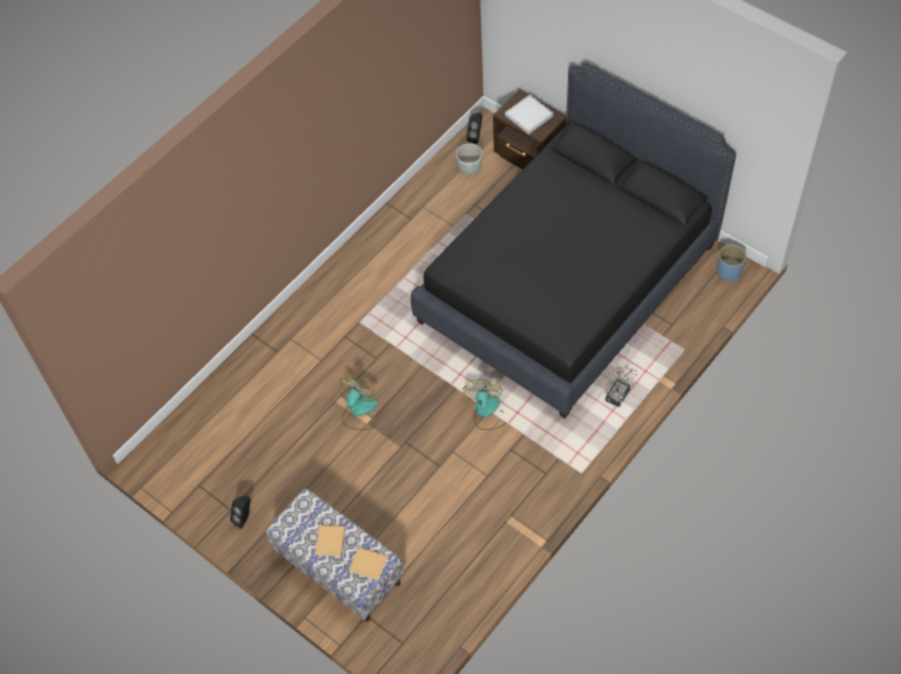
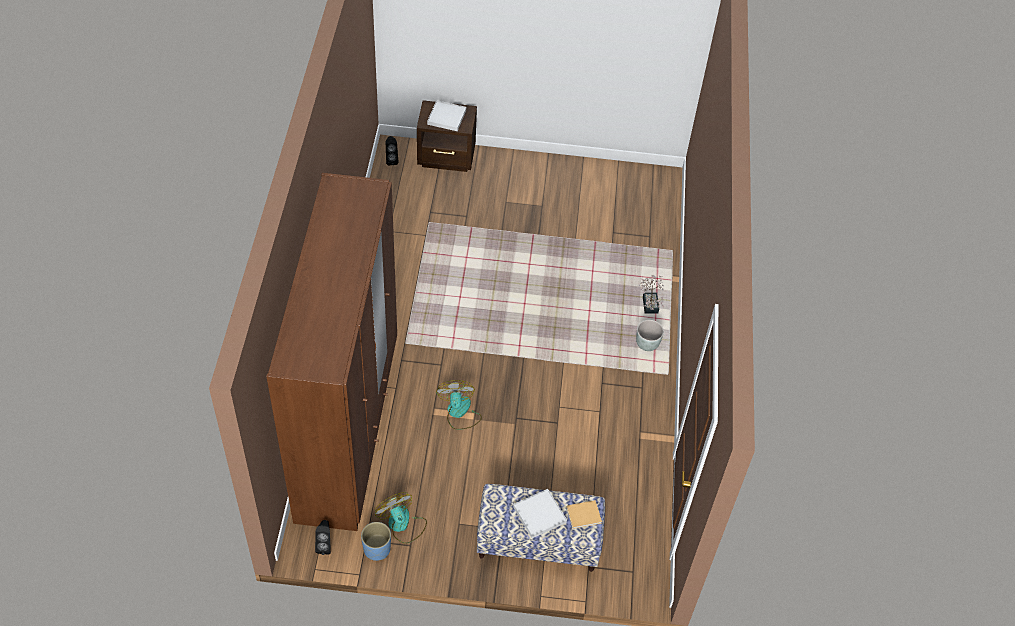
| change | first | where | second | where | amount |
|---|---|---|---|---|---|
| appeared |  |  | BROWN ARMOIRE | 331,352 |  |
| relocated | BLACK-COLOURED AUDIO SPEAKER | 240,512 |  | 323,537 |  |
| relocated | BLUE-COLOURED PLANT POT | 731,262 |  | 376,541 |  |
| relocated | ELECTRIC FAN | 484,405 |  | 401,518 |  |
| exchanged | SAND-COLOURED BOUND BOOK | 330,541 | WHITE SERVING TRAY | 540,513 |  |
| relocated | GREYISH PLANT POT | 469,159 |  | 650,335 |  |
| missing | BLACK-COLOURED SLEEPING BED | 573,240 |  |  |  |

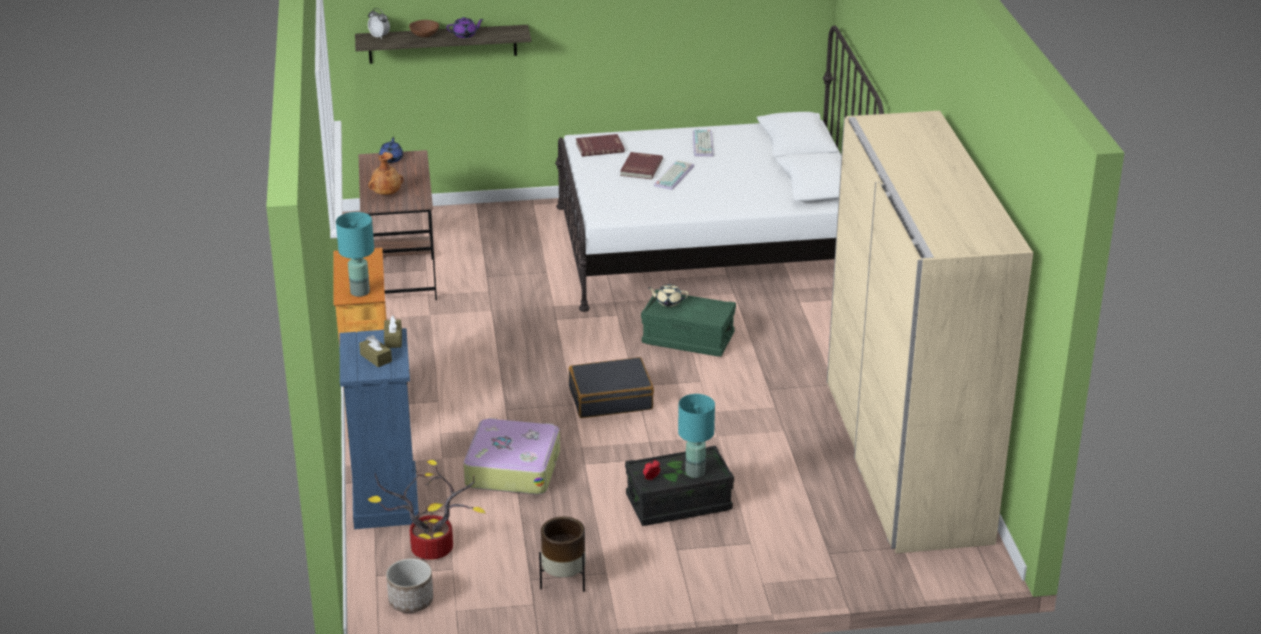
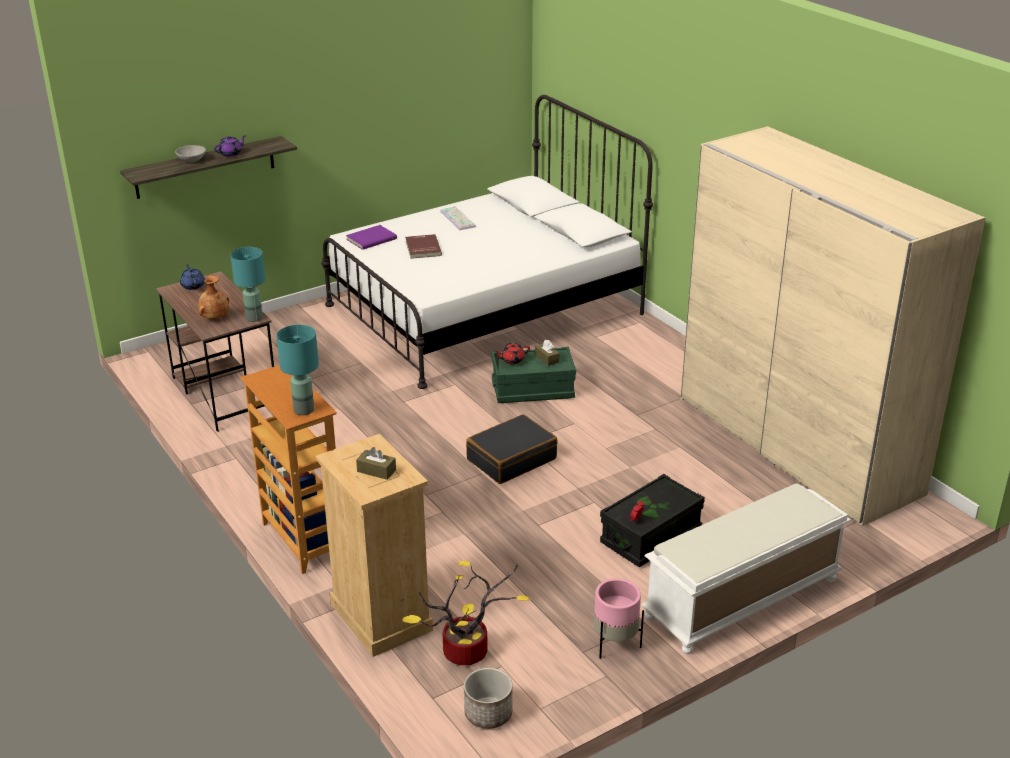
| change | first | where | second | where | amount |
|---|---|---|---|---|---|
| colour | BROWN SERVING BOWL | 424,29 | GREYISH SERVING BOWL | 190,153 |  |
| relocated | TURQUOISE TABLETOP LAMP | 696,436 |  | 248,284 |  |
| colour | BLUE-COLOURED CHEST OF DRAWERS | 379,428 | SAND-COLOURED CHEST OF DRAWERS | 374,545 |  |
| colour | REDDISH BOUND BOOK | 600,145 | PURPLISH BOUND BOOK | 371,237 |  |
| colour | SAND-COLOURED TEAPOT | 668,295 | REDDISH TEAPOT | 512,353 |  |
| relocated | BROWN TISSUE BOX | 393,331 |  | 547,353 |  |
| colour | BROWN PLANT POT | 562,554 | PINK PLANT POT | 619,618 |  |
| appeared |  |  | WHITE INDOOR BENCH | 746,569 |  |
| missing | ALARM CLOCK | 379,23 |  |  |  |
| missing | SUITCASE | 512,456 |  |  |  |
| missing | PC KEYBOARD | 674,175 |  |  |  |

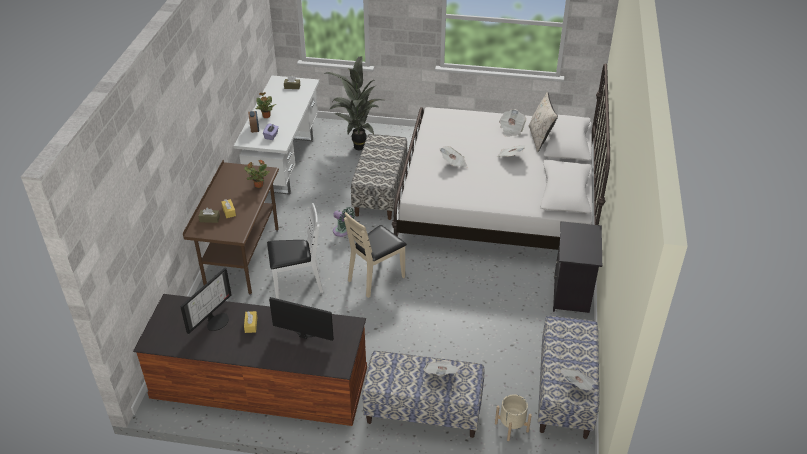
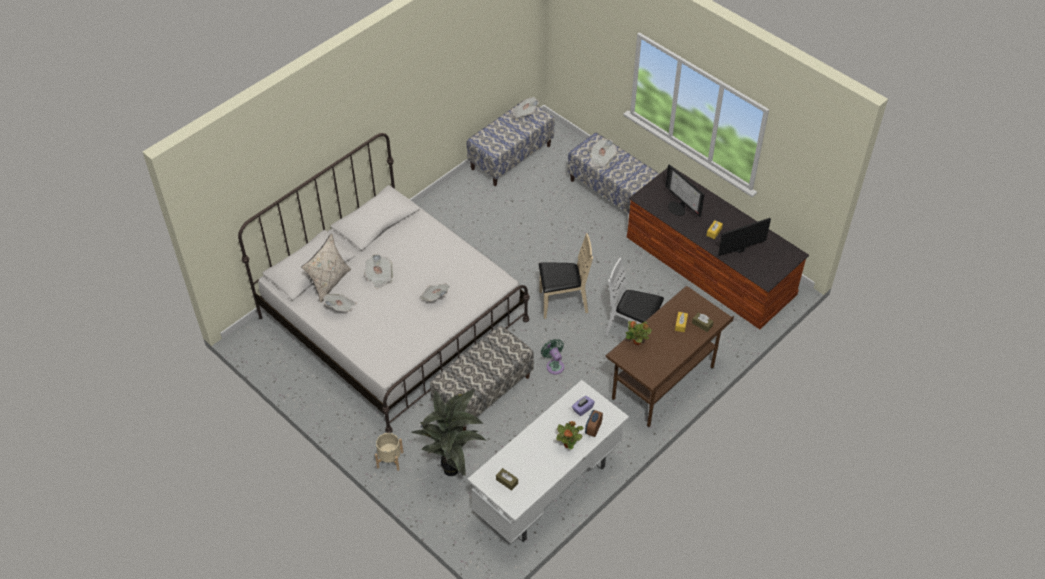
| change | first | where | second | where | amount |
|---|---|---|---|---|---|
| relocated | SAND-COLOURED PLANT POT | 513,417 |  | 389,452 |  |
| missing | BLACK-COLOURED BEDSIDE TABLE | 577,267 |  |  |  |

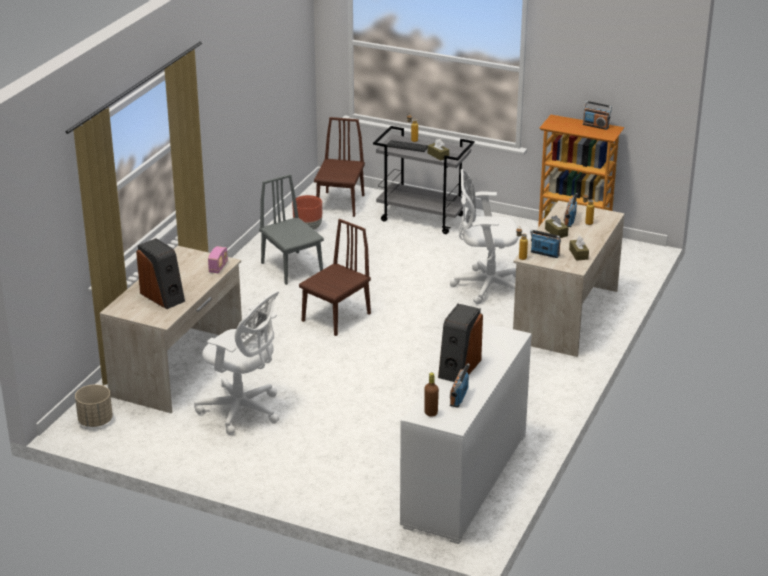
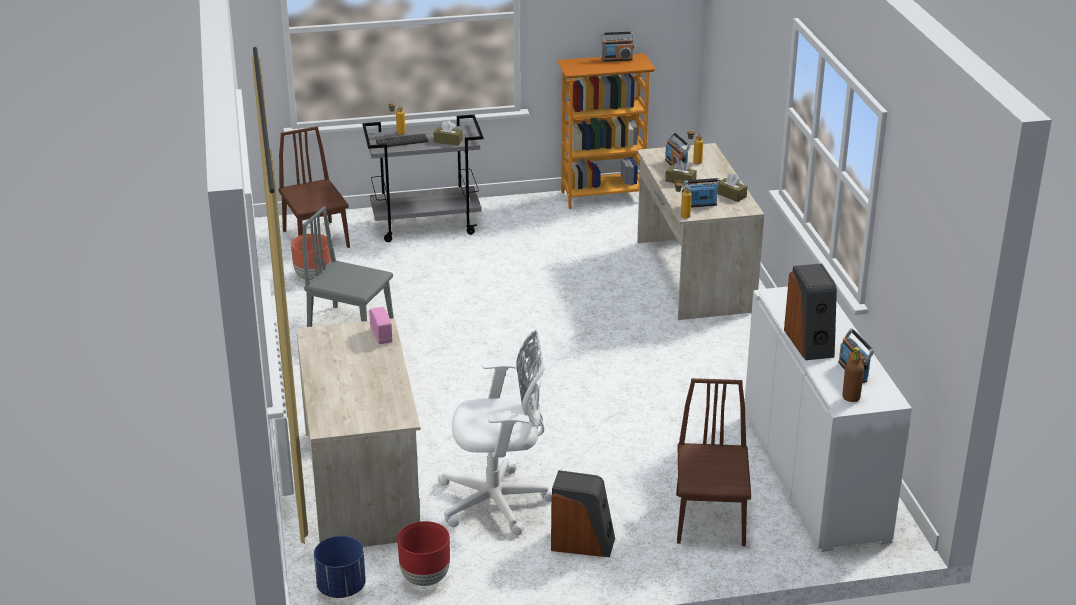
| change | first | where | second | where | amount |
|---|---|---|---|---|---|
| colour | SAND-COLOURED PLANT POT | 94,405 | BLUE-COLOURED PLANT POT | 340,567 |  |
| appeared |  |  | REDDISH PLANT POT | 423,553 |  |
| relocated | AUDIO SPEAKER | 160,273 |  | 583,513 |  |
| relocated | BROWN UPRIGHT CHAIR | 335,277 |  | 713,462 |  |
| missing | WHITE DESK CHAIR | 484,237 |  |  |  |

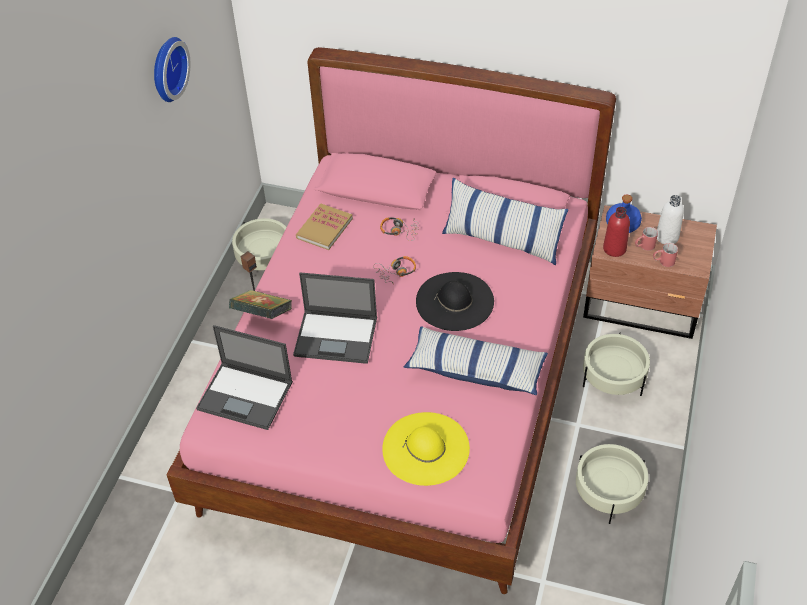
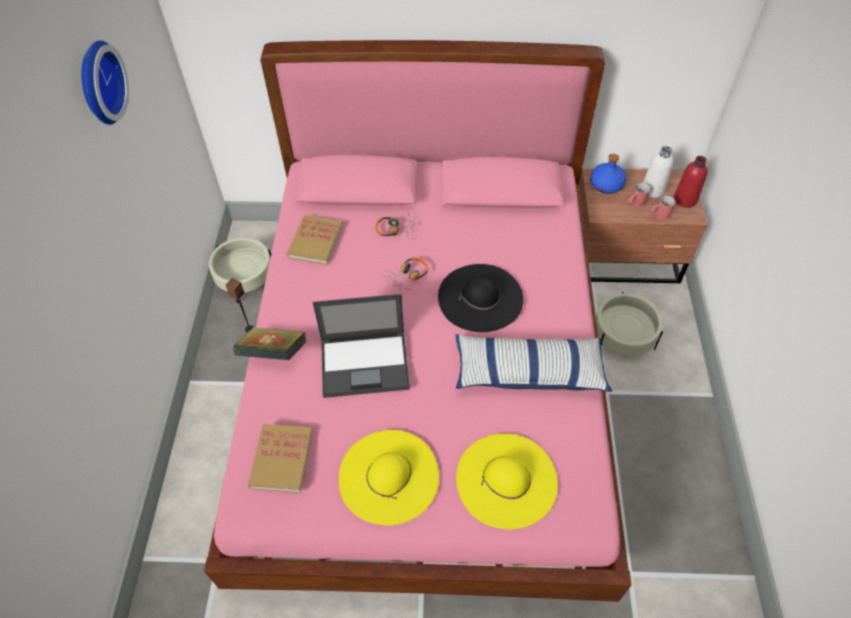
| change | first | where | second | where | amount |
|---|---|---|---|---|---|
| exchanged | NOTEBOOK COMPUTER | 244,377 | BOUND BOOK | 280,458 |  |
| appeared |  |  | YELLOW HAT | 389,477 |  |
| relocated | REDDISH BOTTLE | 616,232 |  | 691,182 |  |
| missing | PILLOW | 505,221 |  |  |  |
| missing | SAND-COLOURED PLANT POT | 612,484 |  |  |  |

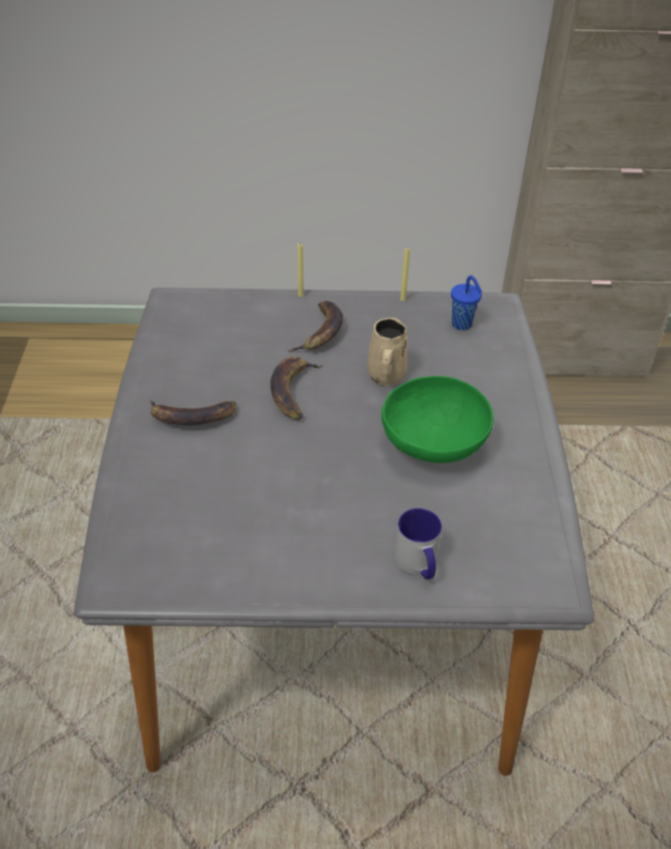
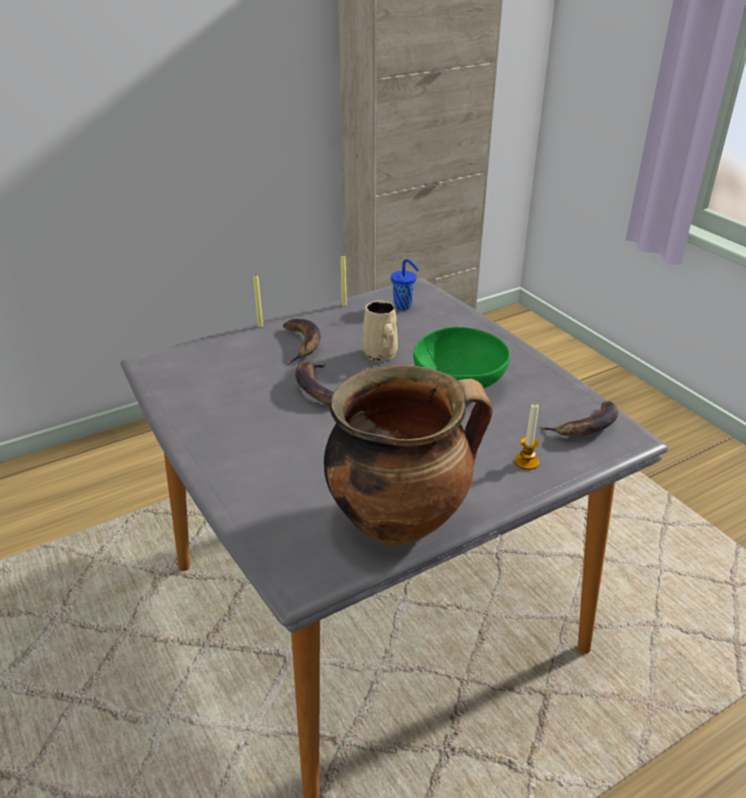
| change | first | where | second | where | amount |
|---|---|---|---|---|---|
| appeared |  |  | SAUCEPOT | 408,455 |  |
| exchanged | COFFEE MUG | 418,543 | WAX LIGHT | 527,437 |  |
| relocated | BANANA FRUIT | 193,412 |  | 578,418 |  |

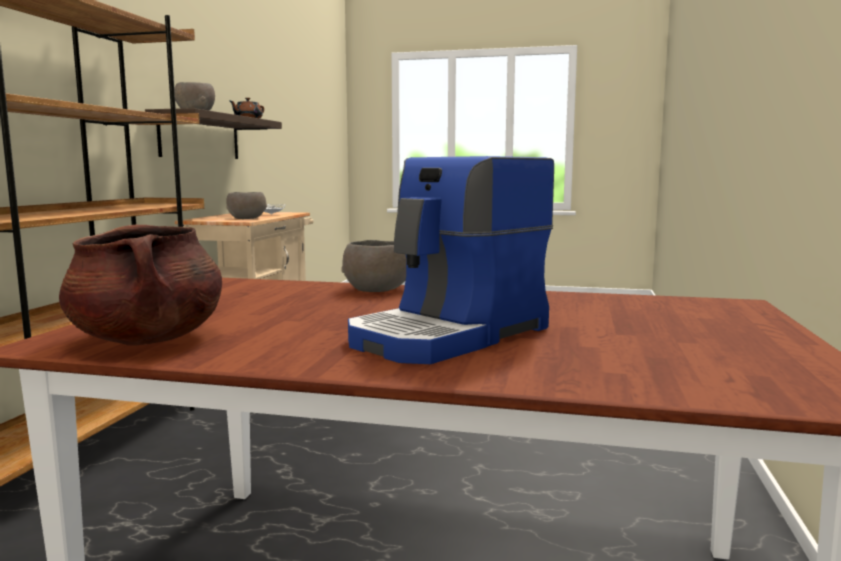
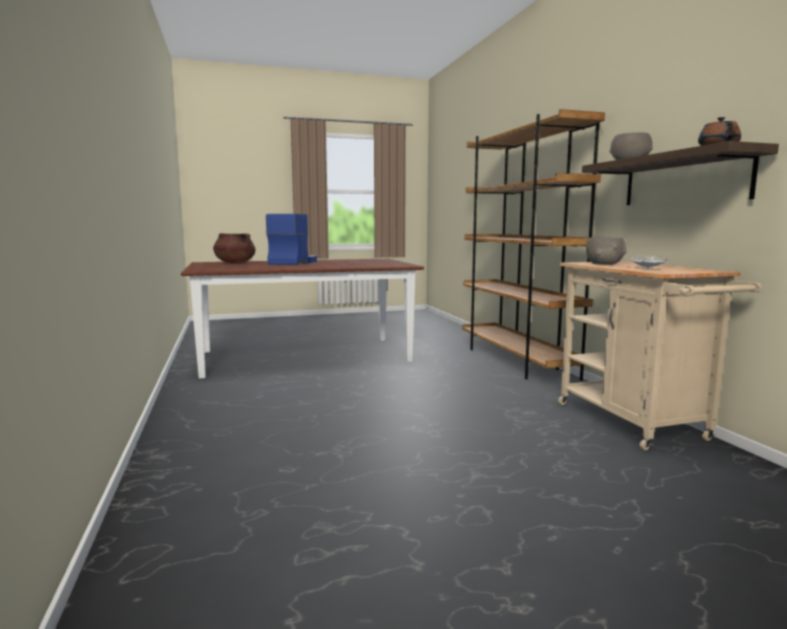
| change | first | where | second | where | amount |
|---|---|---|---|---|---|
| relocated | BROWN SAUCEPOT | 140,285 |  | 234,248 |  |
| missing | GREYISH SERVING BOWL | 373,266 |  |  |  |

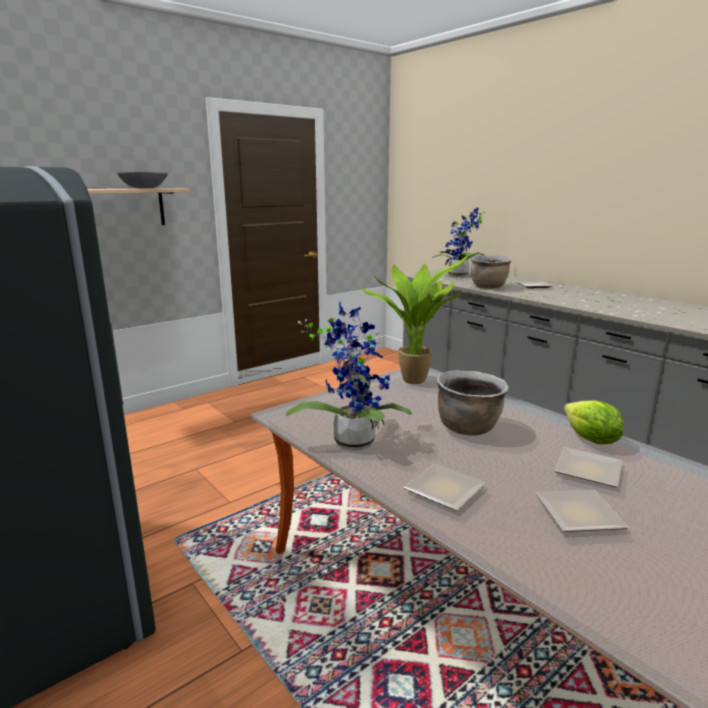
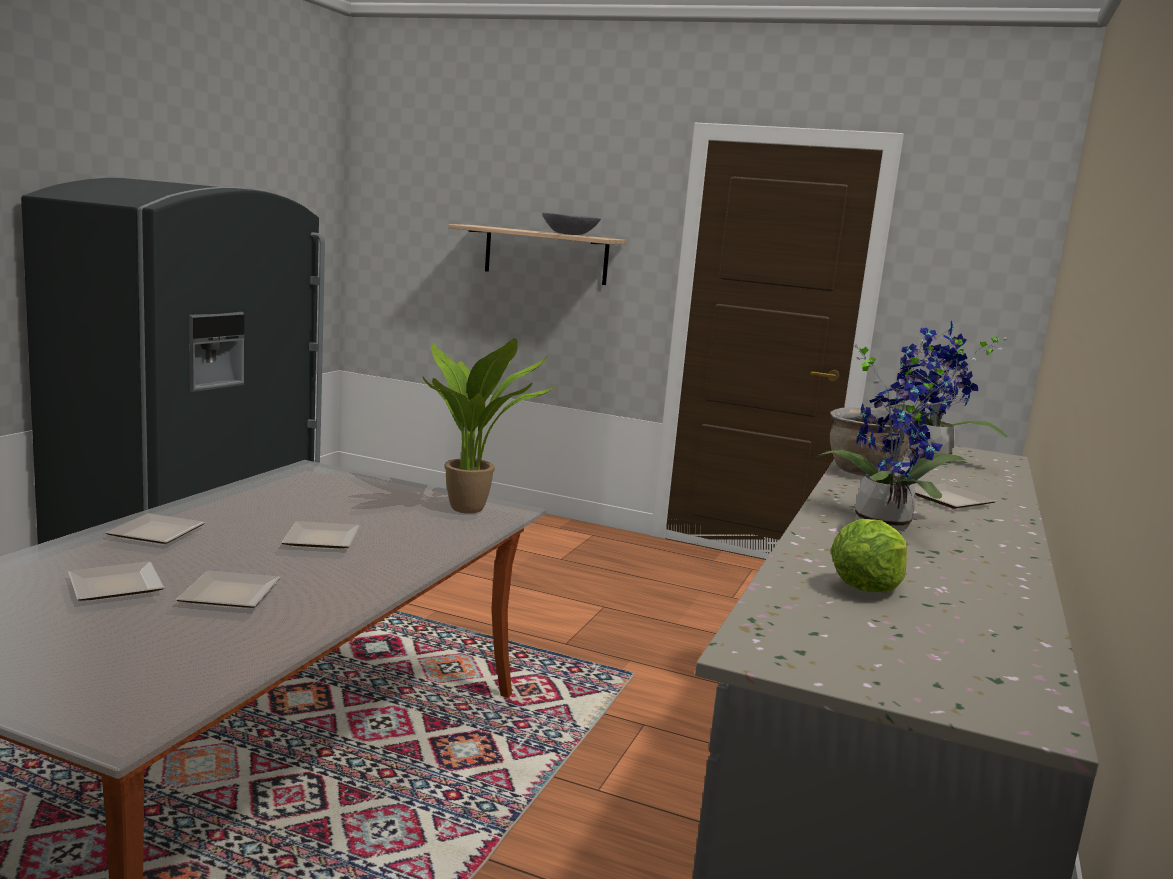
| change | first | where | second | where | amount |
|---|---|---|---|---|---|
| exchanged | BROWN SAUCEPOT | 473,403 | FLAT DISH | 320,534 |  |
| relocated | HOUSEPLANT | 349,376 |  | 897,434 |  |
| relocated | LETTUCE | 594,422 |  | 868,555 |  |

